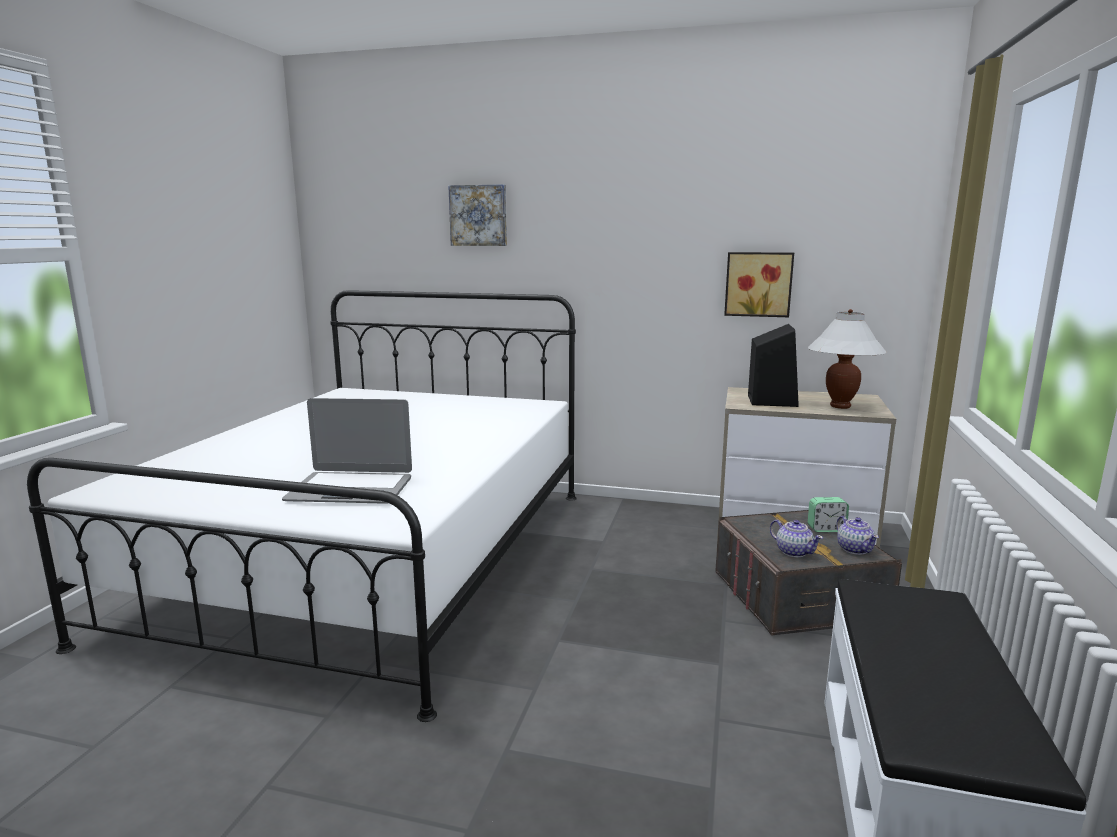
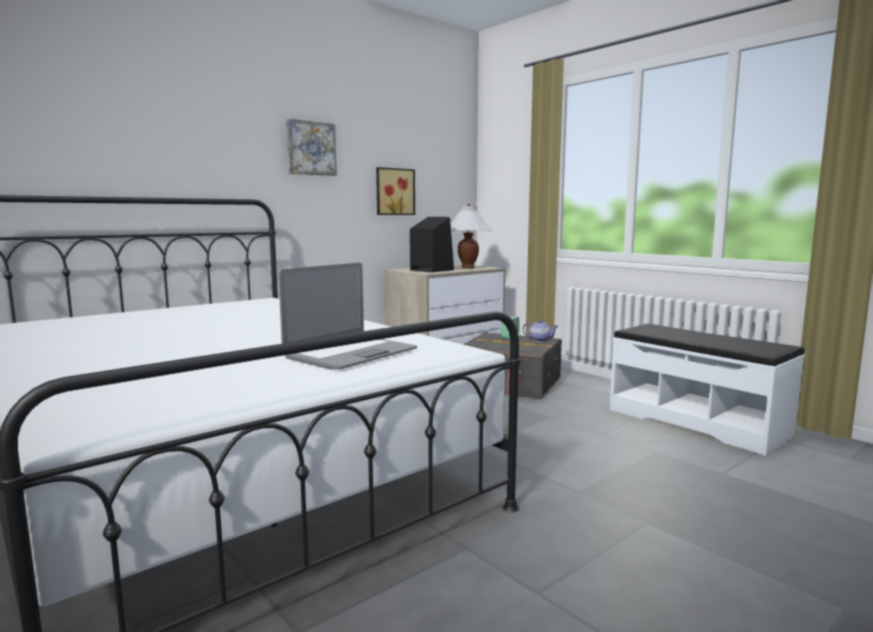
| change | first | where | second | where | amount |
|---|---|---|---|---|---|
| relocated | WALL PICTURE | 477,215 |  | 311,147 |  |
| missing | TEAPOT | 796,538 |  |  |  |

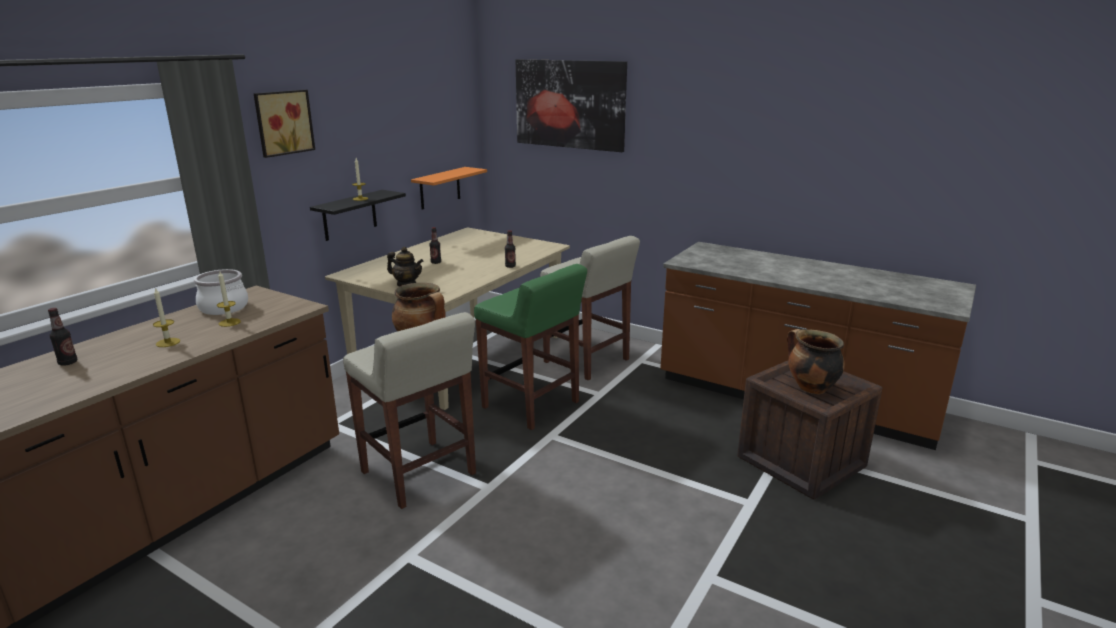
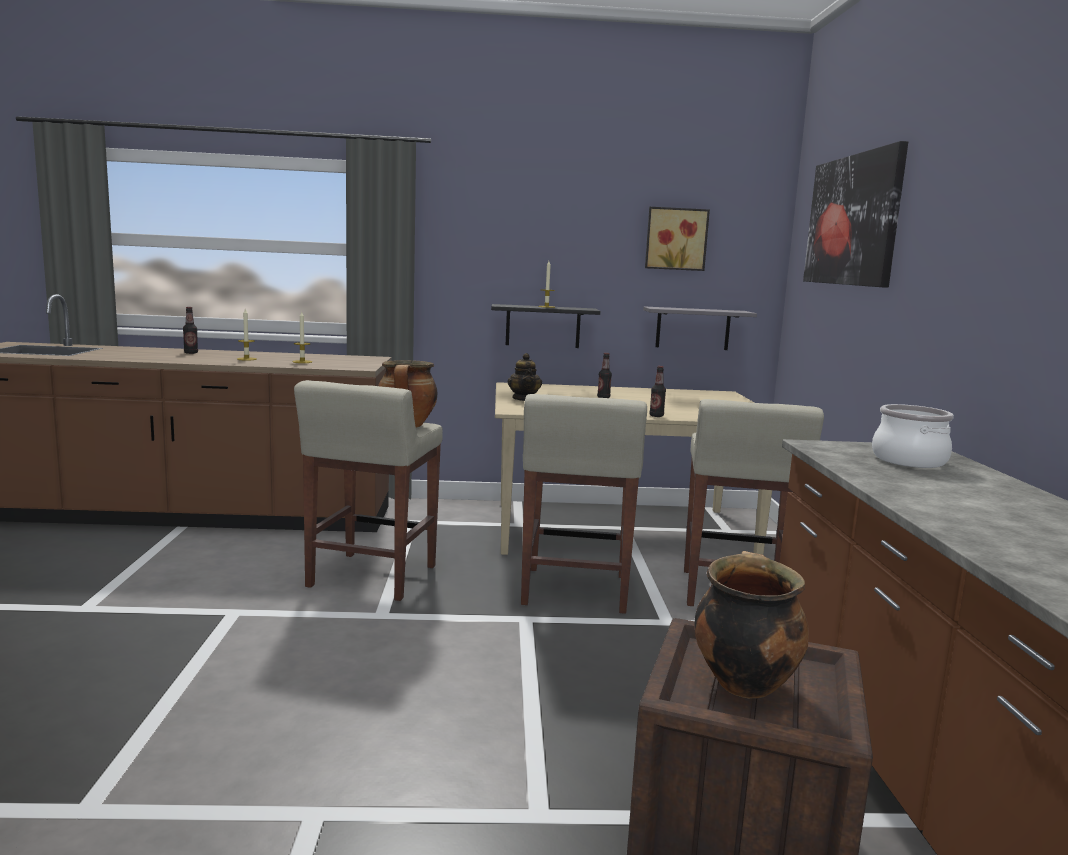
| change | first | where | second | where | amount |
|---|---|---|---|---|---|
| colour | GREENISH STOOL SEAT | 530,347 | SAND-COLOURED STOOL SEAT | 584,504 |  |
| colour | ORANGE-COLOURED SHELF | 449,188 | GREYISH SHELF | 700,328 |  |
| relocated | WALL PICTURE | 284,124 |  | 677,239 |  |
| relocated | SAUCEPOT | 221,292 |  | 913,436 |  |

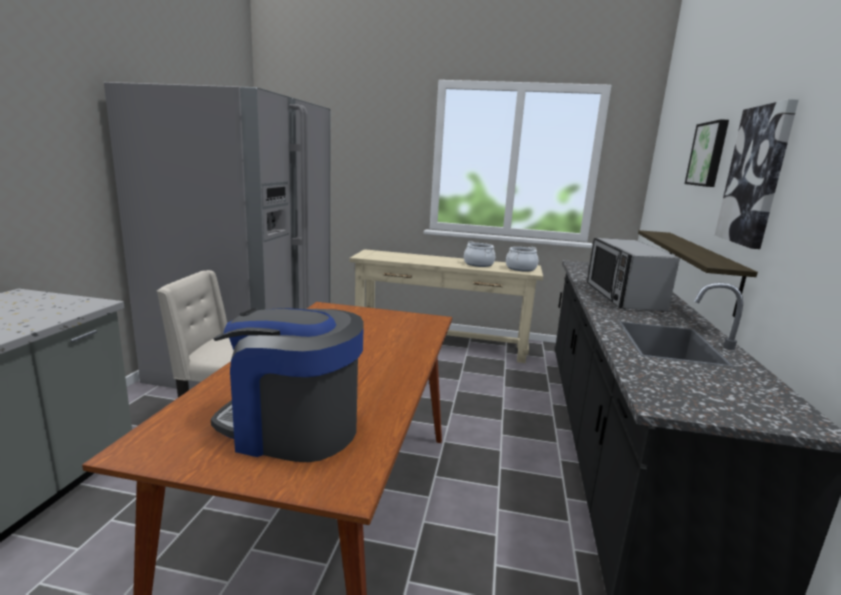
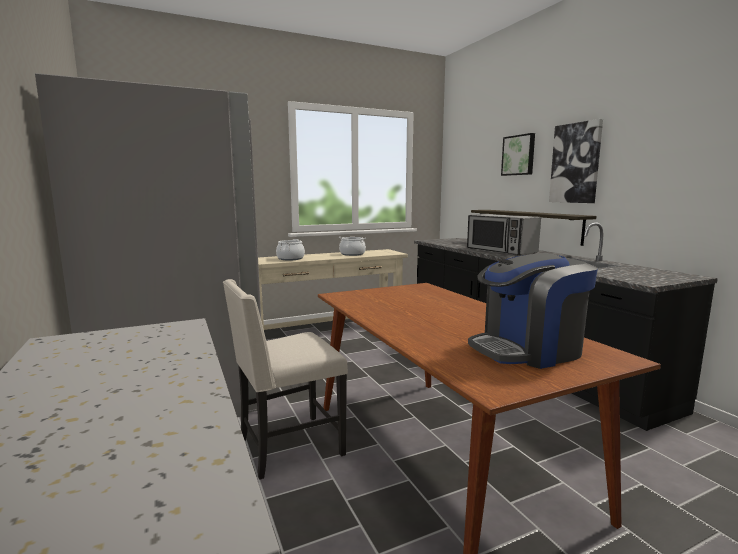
| change | first | where | second | where | amount |
|---|---|---|---|---|---|
| relocated | SAUCEPOT | 522,259 |  | 290,249 |  |

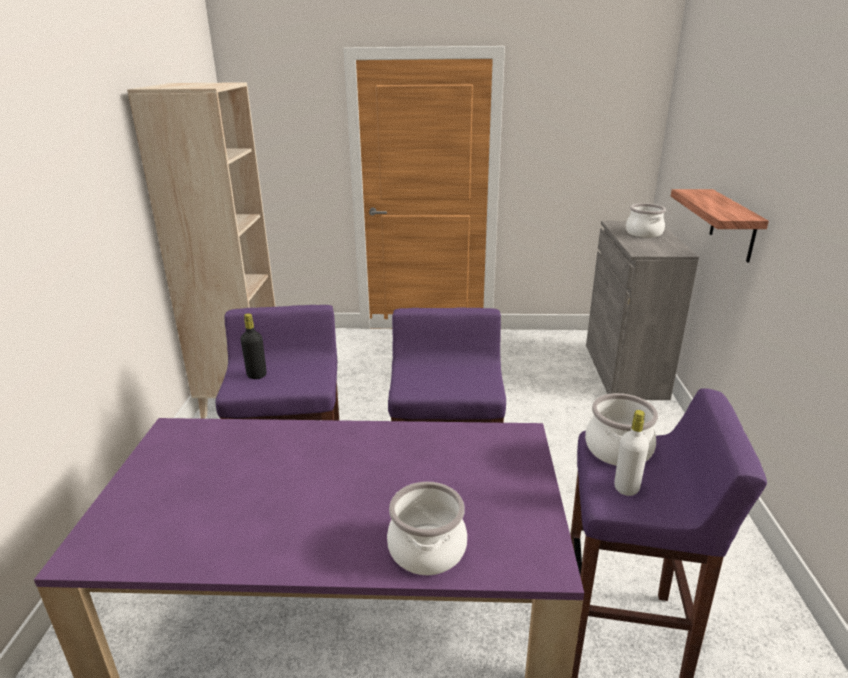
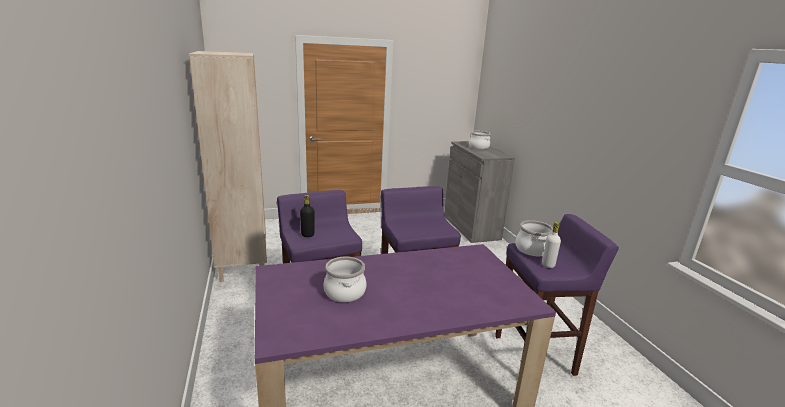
| change | first | where | second | where | amount |
|---|---|---|---|---|---|
| relocated | SAUCEPOT | 427,528 |  | 344,279 |  |
| missing | SHELF | 720,226 |  |  |  |

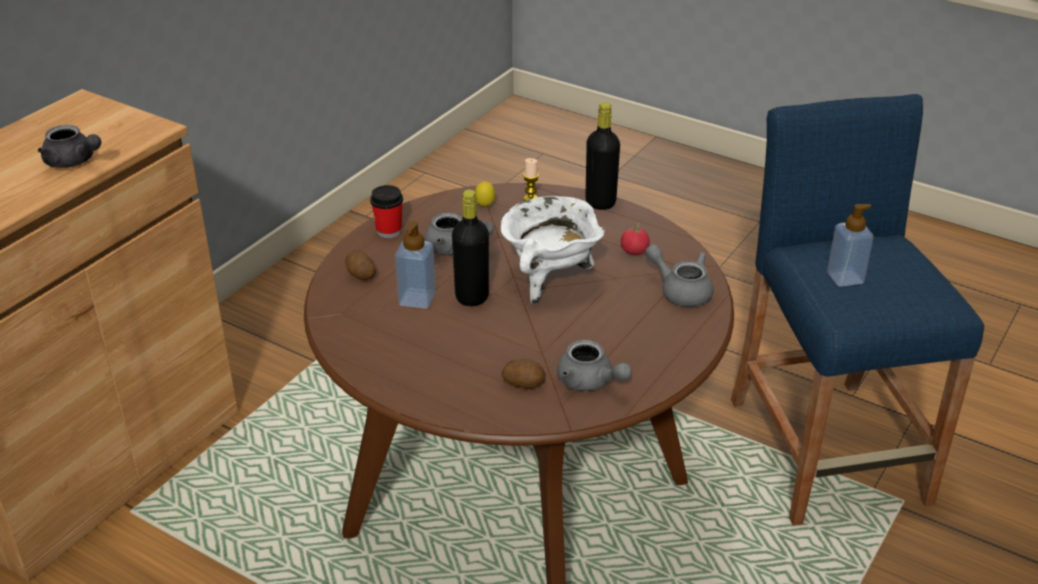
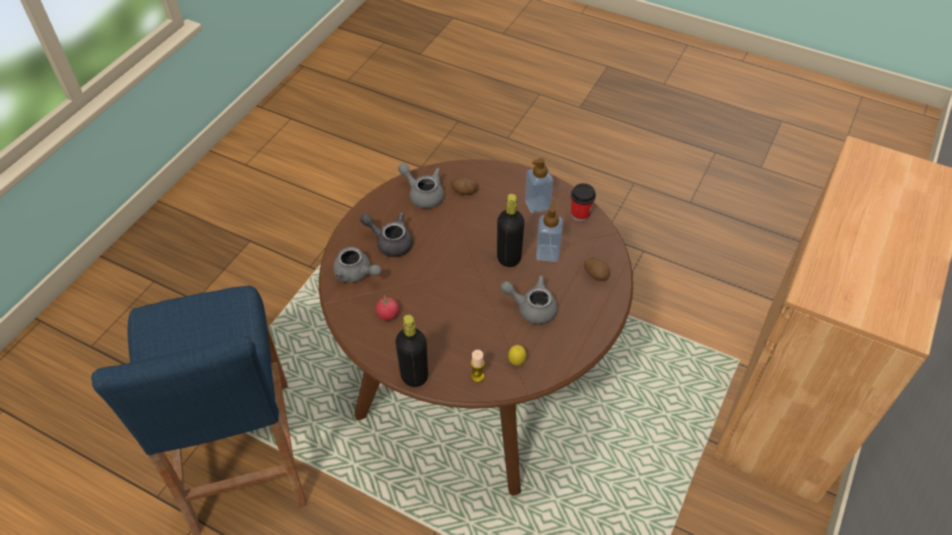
| change | first | where | second | where | amount |
|---|---|---|---|---|---|
| relocated | GREYISH TEAPOT | 69,146 |  | 386,234 |  |
| relocated | LIQUID SOAP BOTTLE | 850,245 |  | 539,186 |  |
| relocated | DRINKING CUP | 386,211 |  | 583,202 |  |
| missing | WHITE SAUCEPOT | 553,250 |  |  |  |

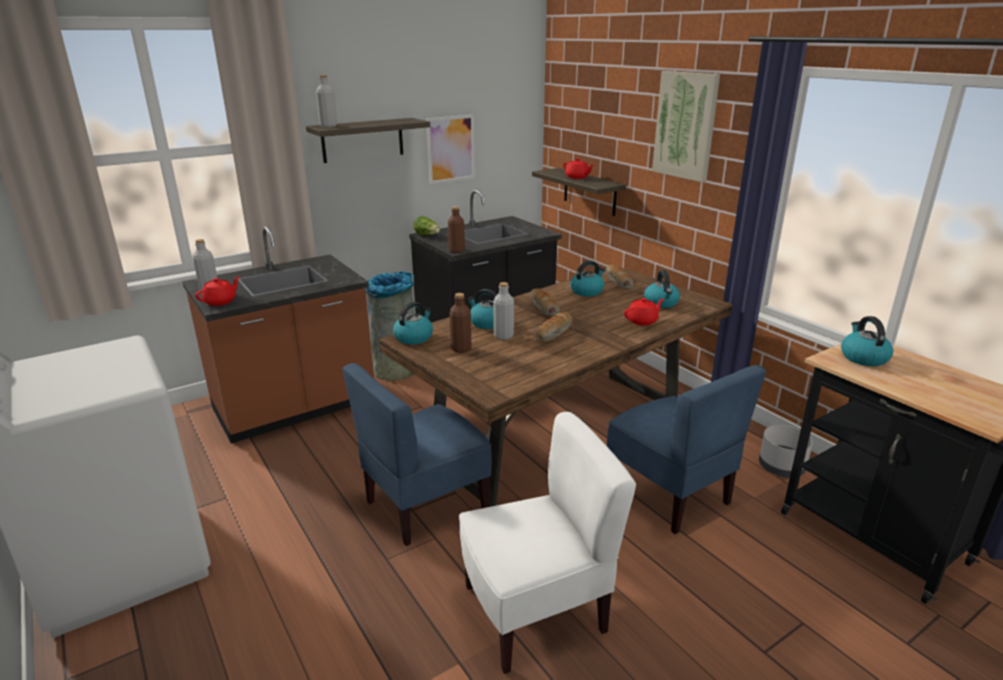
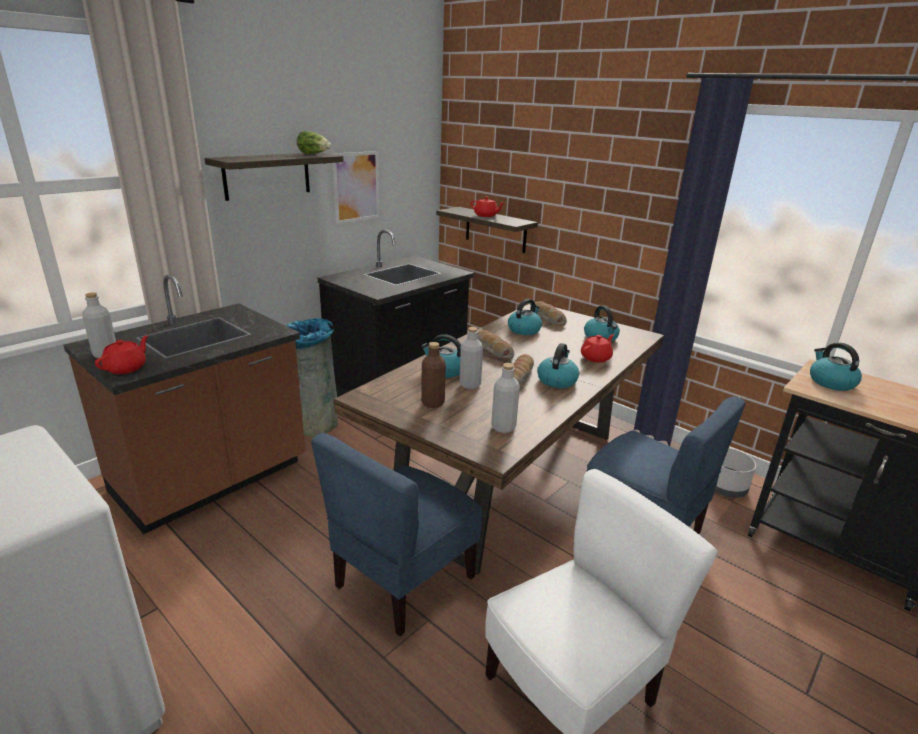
| change | first | where | second | where | amount |
|---|---|---|---|---|---|
| relocated | LETTUCE | 426,225 |  | 314,142 |  |
| relocated | GREYISH BOTTLE | 326,101 |  | 505,398 |  |
| relocated | WATER KETTLE | 413,323 |  | 558,365 |  |
| missing | BROWN BOTTLE | 456,229 |  |  |  |
| missing | WALL PICTURE | 686,126 |  |  |  |

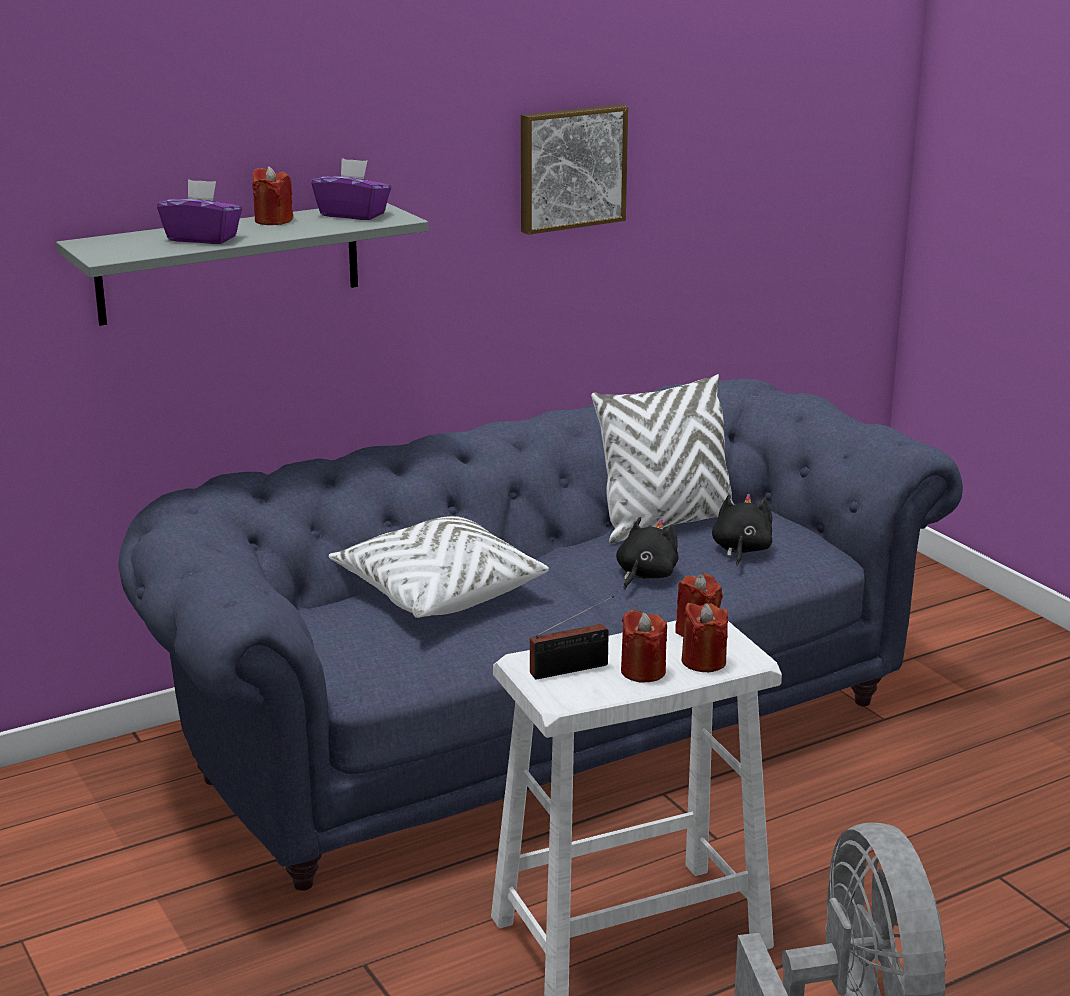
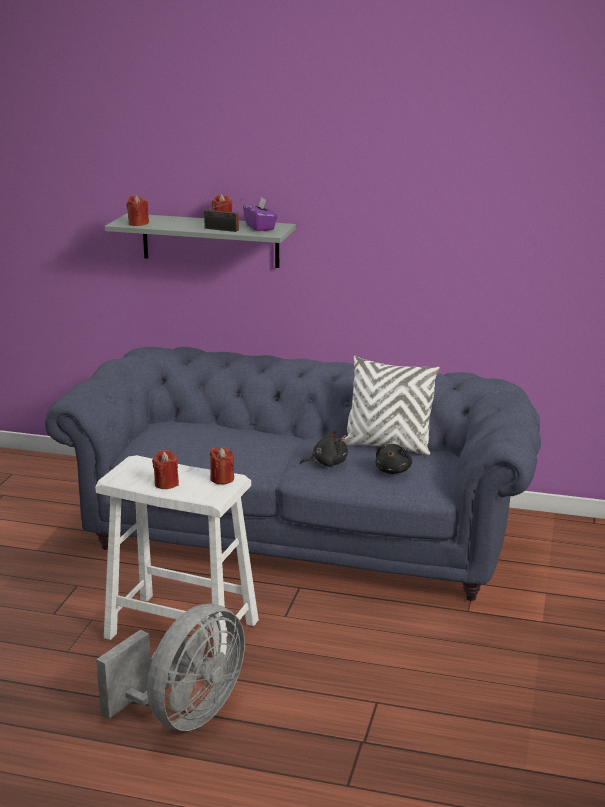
| change | first | where | second | where | amount |
|---|---|---|---|---|---|
| relocated | REDDISH WAX LIGHT | 705,637 |  | 137,210 |  |
| relocated | RADIO RECEIVER | 572,637 |  | 222,216 |  |
| spun | BLACK-COLOURED SOFT TOY | 742,530 |  | 393,459 | 135 degrees clockwise |
| missing | PURPLISH TISSUE BOX | 199,211 |  |  |  |
| missing | WHITE PILLOW | 439,567 |  |  |  |
| missing | WALL PICTURE | 574,169 |  |  |  |

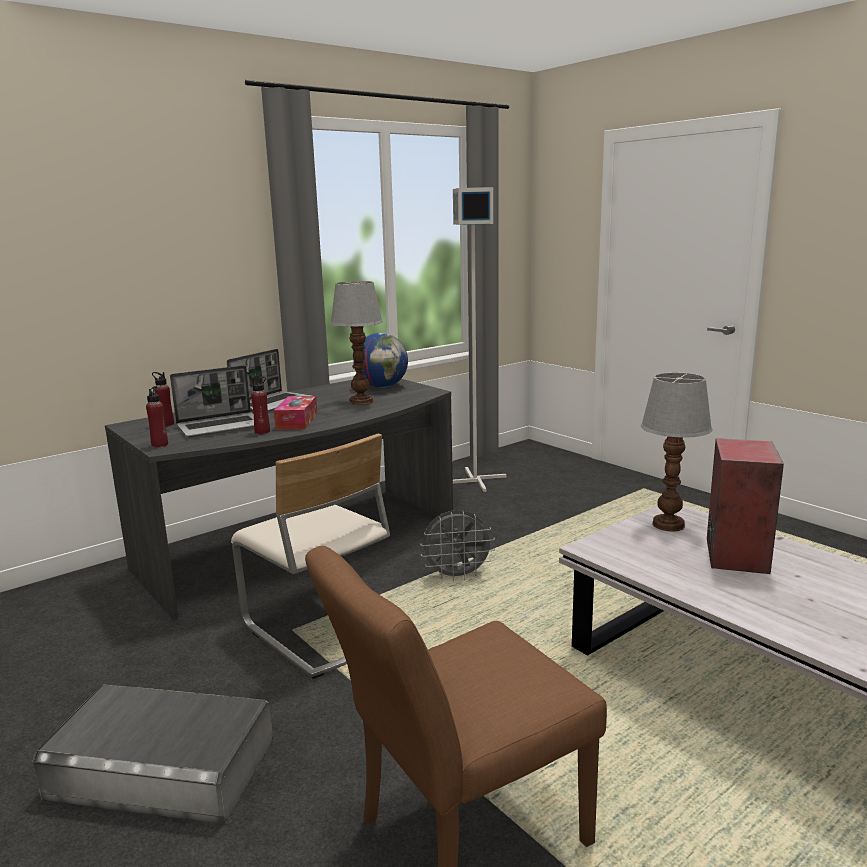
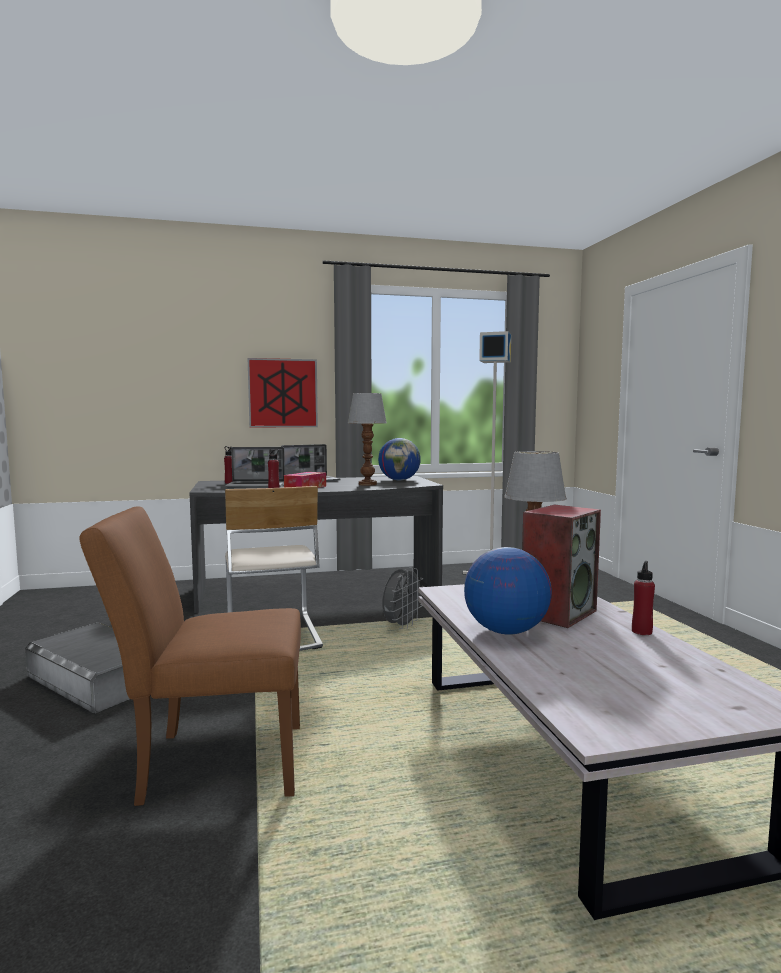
| change | first | where | second | where | amount |
|---|---|---|---|---|---|
| appeared |  |  | WALL PICTURE | 283,392 |  |
| spun | GREYISH ELECTRIC FAN | 457,545 |  | 403,598 | 75 degrees counterclockwise |
| appeared |  |  | WORLD GLOBE | 508,591 |  |
| relocated | REDDISH BOTTLE | 157,416 |  | 643,598 |  |

